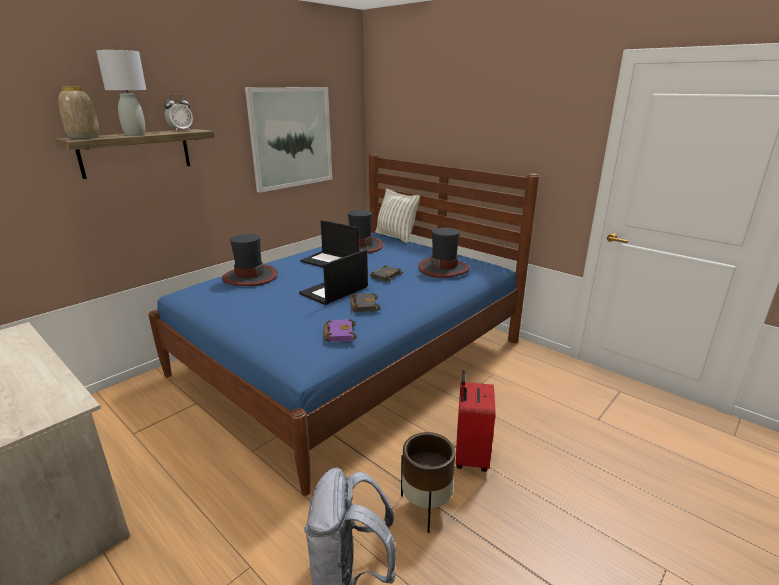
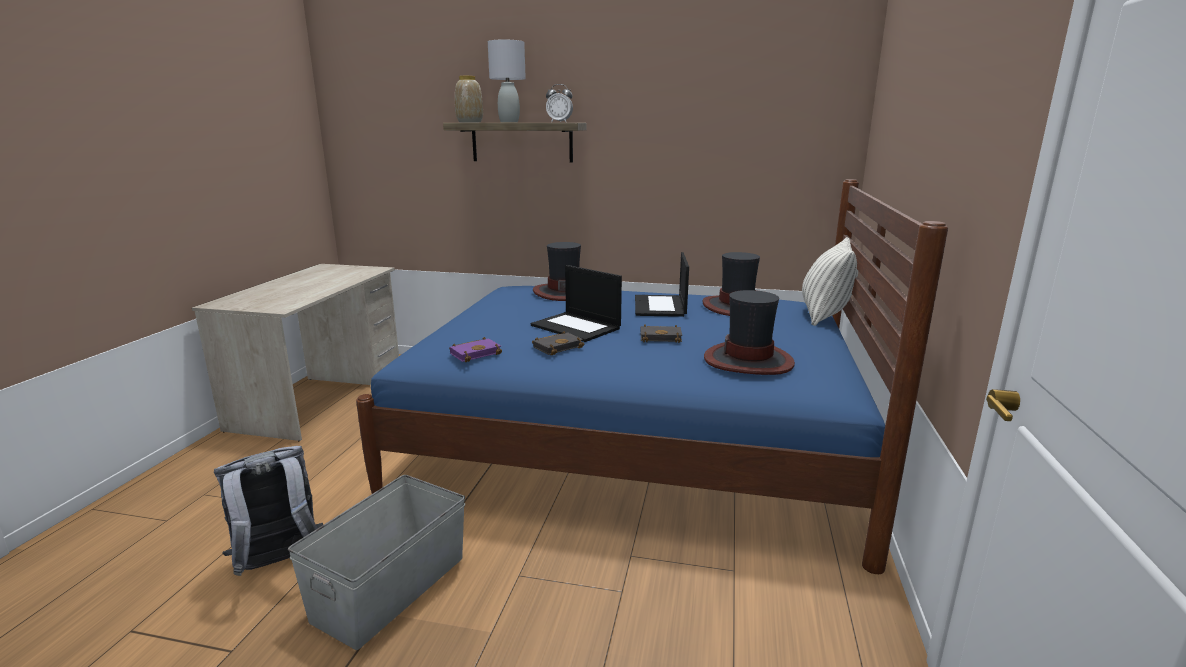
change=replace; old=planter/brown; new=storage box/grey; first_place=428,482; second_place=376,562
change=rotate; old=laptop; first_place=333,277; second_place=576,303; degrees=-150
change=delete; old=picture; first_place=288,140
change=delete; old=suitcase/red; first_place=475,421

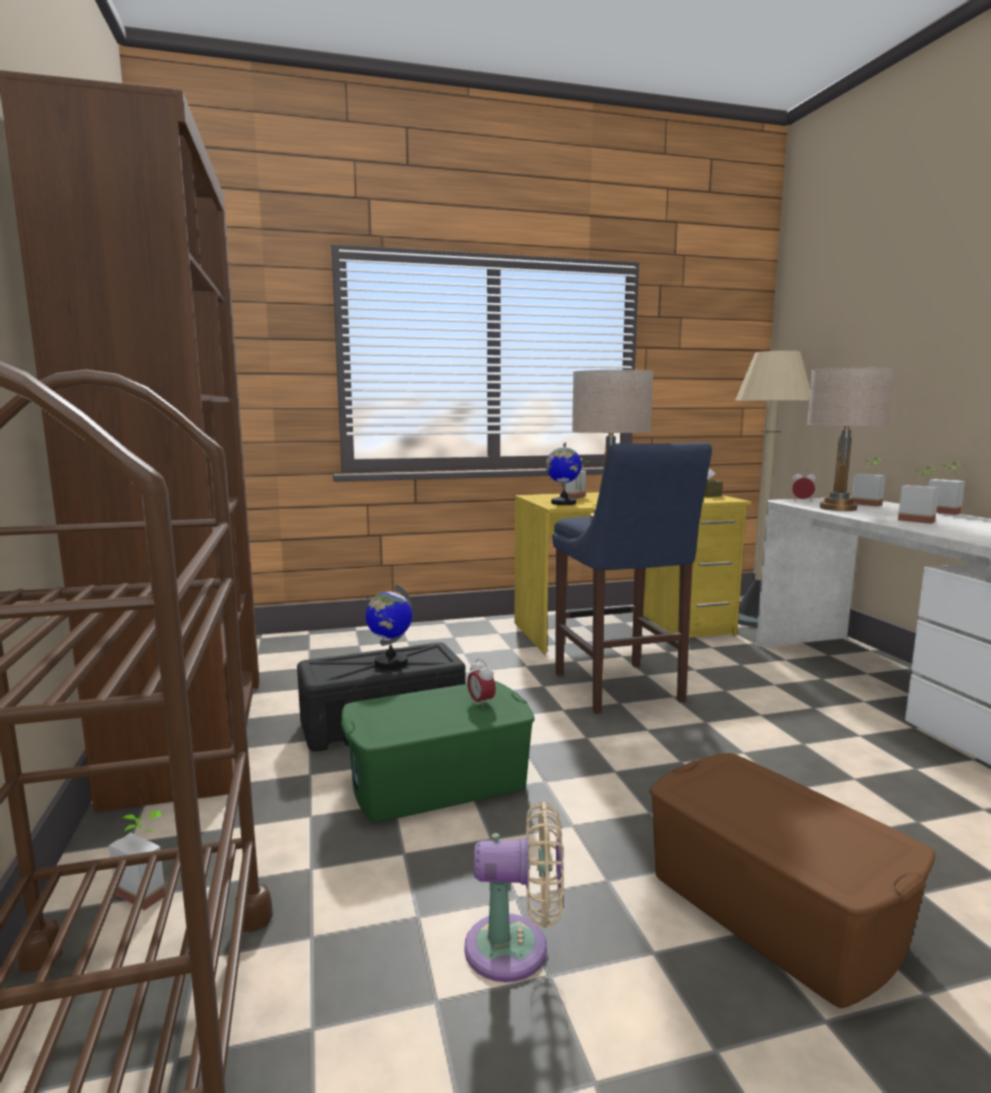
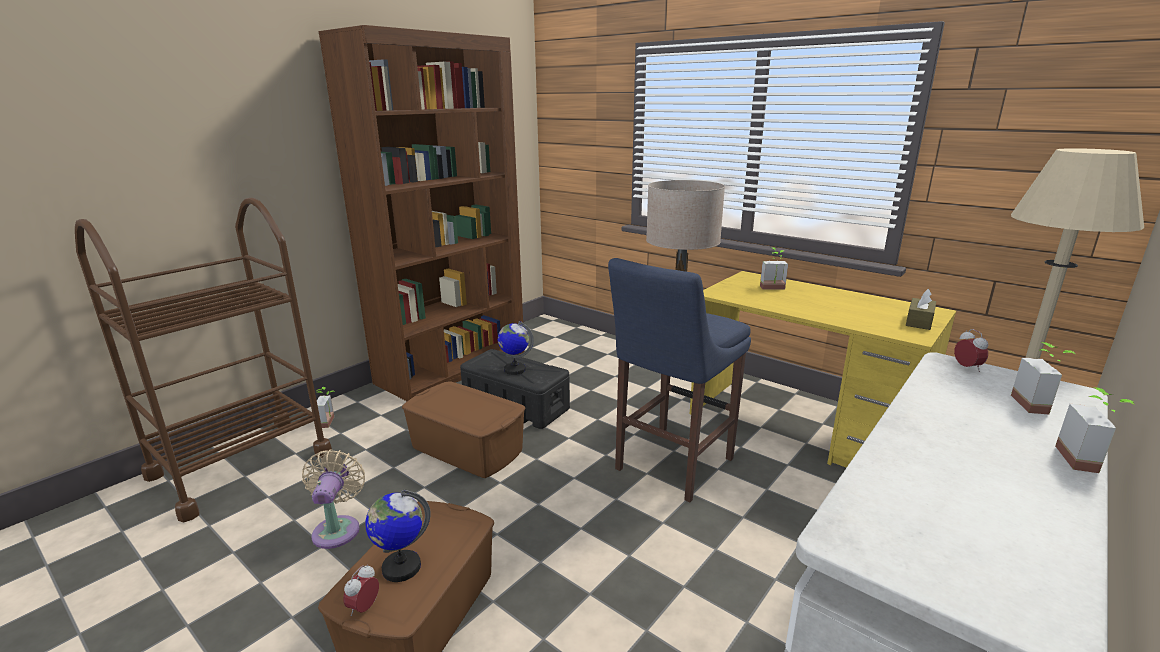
change=rotate; old=fan/beige; first_place=514,891; second_place=333,499; degrees=-150
change=move; old=alarm clock; first_place=481,683; second_place=361,590
change=move; old=globe; first_place=564,473; second_place=398,535
change=recolor; old=storage box/green; new=storage box/brown; first_place=437,752; second_place=463,429
change=delete; old=table lamp/beige; first_place=850,439
change=delete; old=potted plant; first_place=918,495

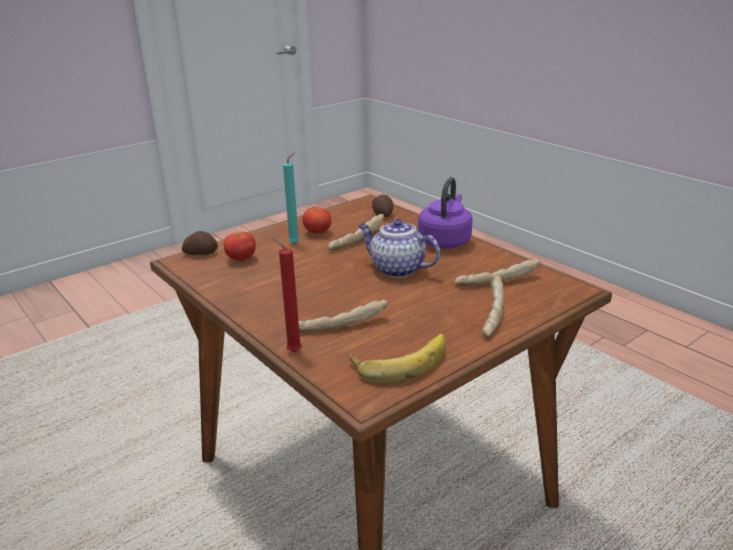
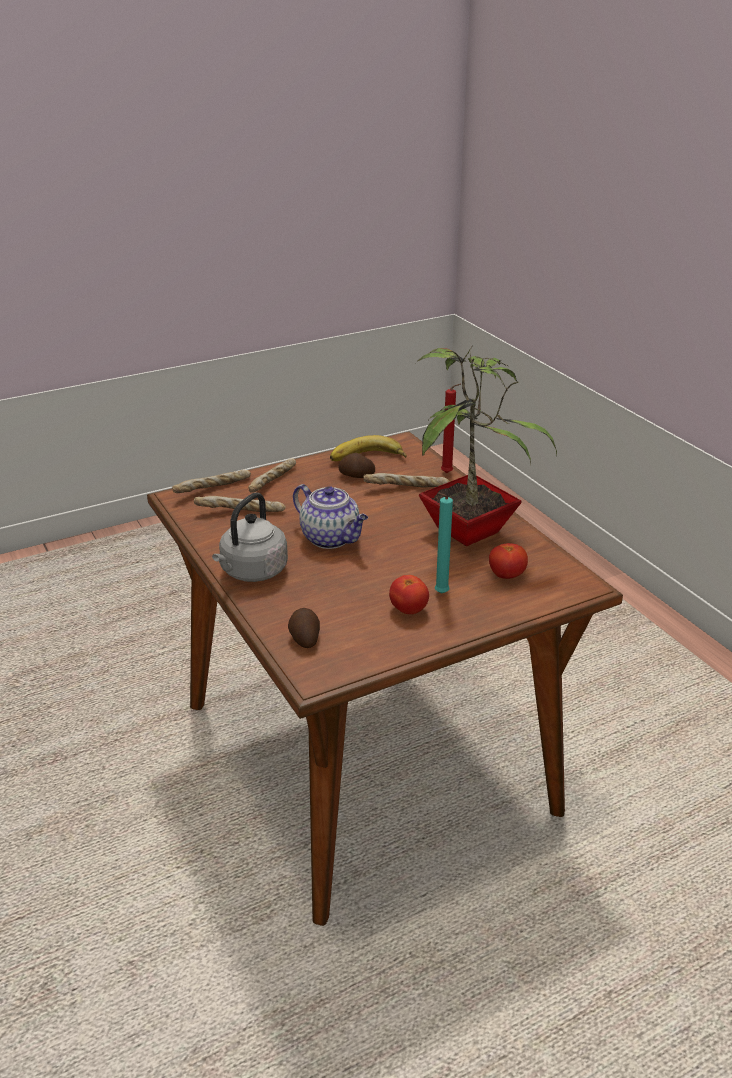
change=move; old=bread; first_place=356,232; second_place=211,481
change=recolor; old=kettle/purple; new=kettle/grey; first_place=445,212; second_place=250,537
change=move; old=potato; first_place=200,243; second_place=356,465
change=insert; new=potted plant; second_place=487,446

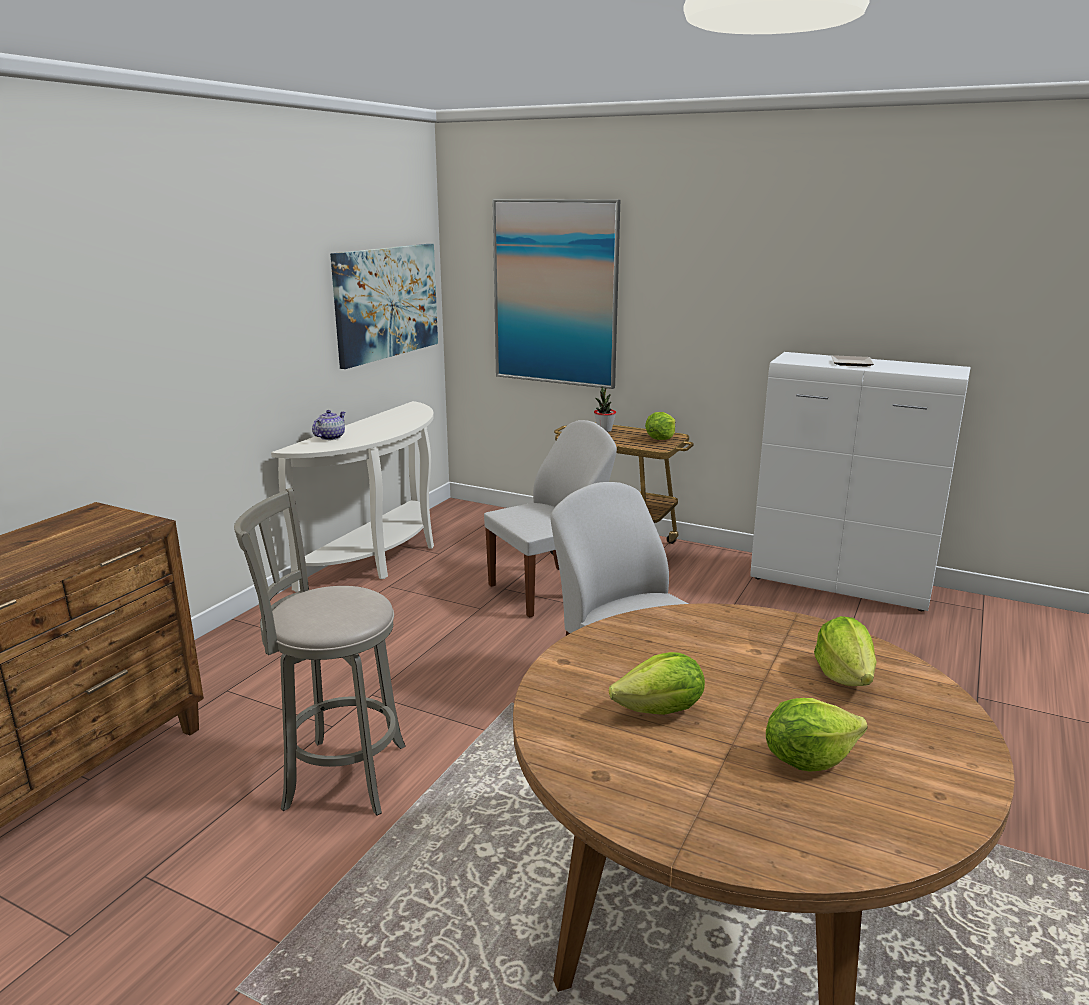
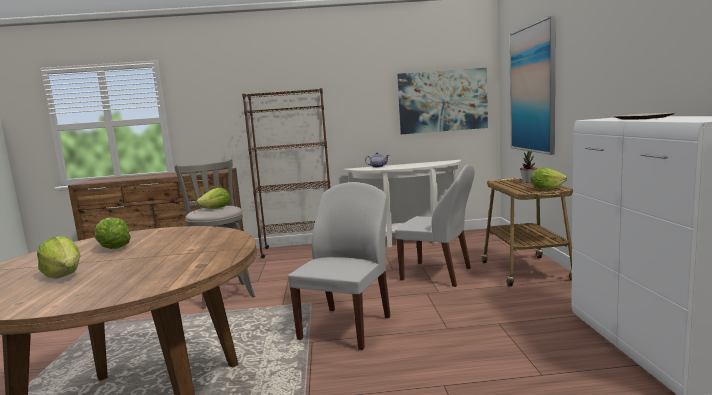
change=move; old=lettuce; first_place=845,651; second_place=213,198
change=insert; new=bookcase/brown; second_place=286,173

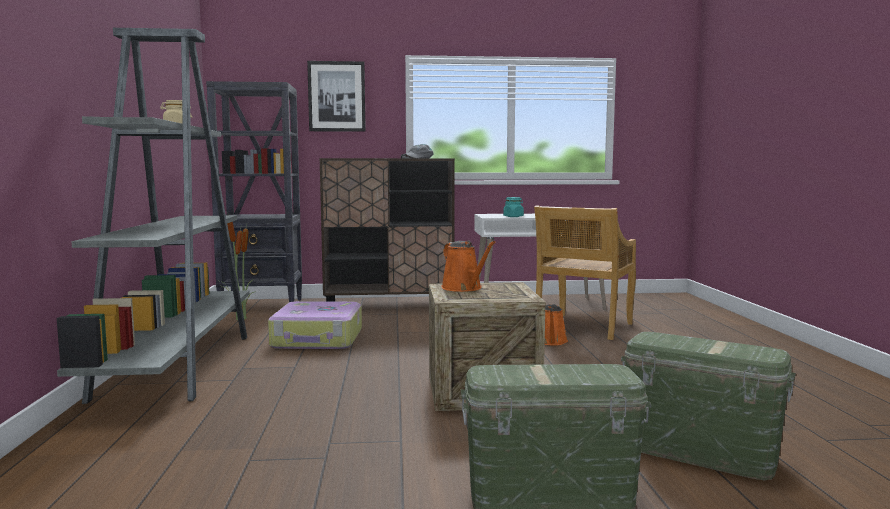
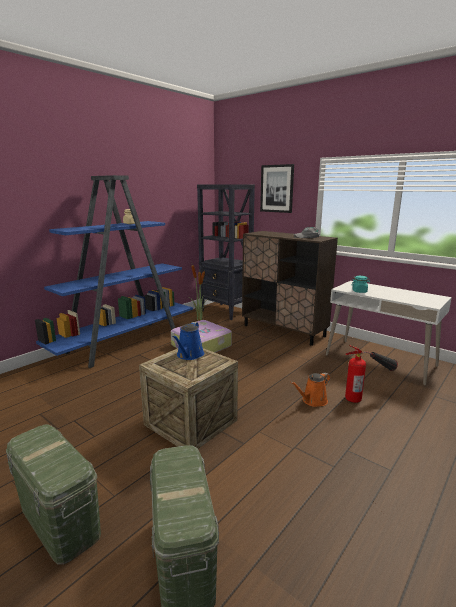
change=recolor; old=bookcase/grey; new=bookcase/blue; first_place=153,216; second_place=114,271
change=recolor; old=watering can/orange; new=watering can/blue; first_place=468,266; second_place=188,341
change=replace; old=chair/beige; new=fire extinguisher; first_place=585,273; second_place=371,374

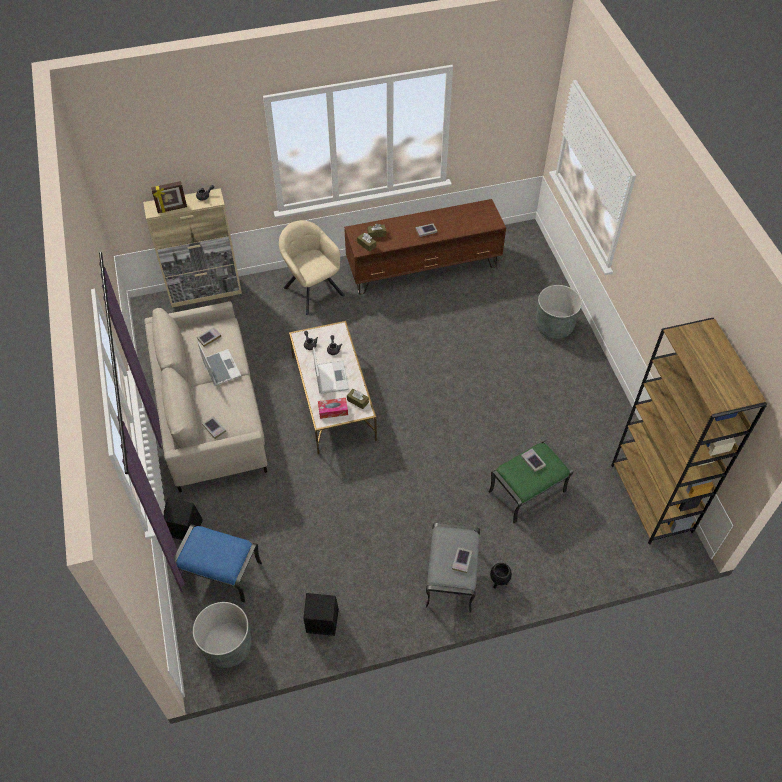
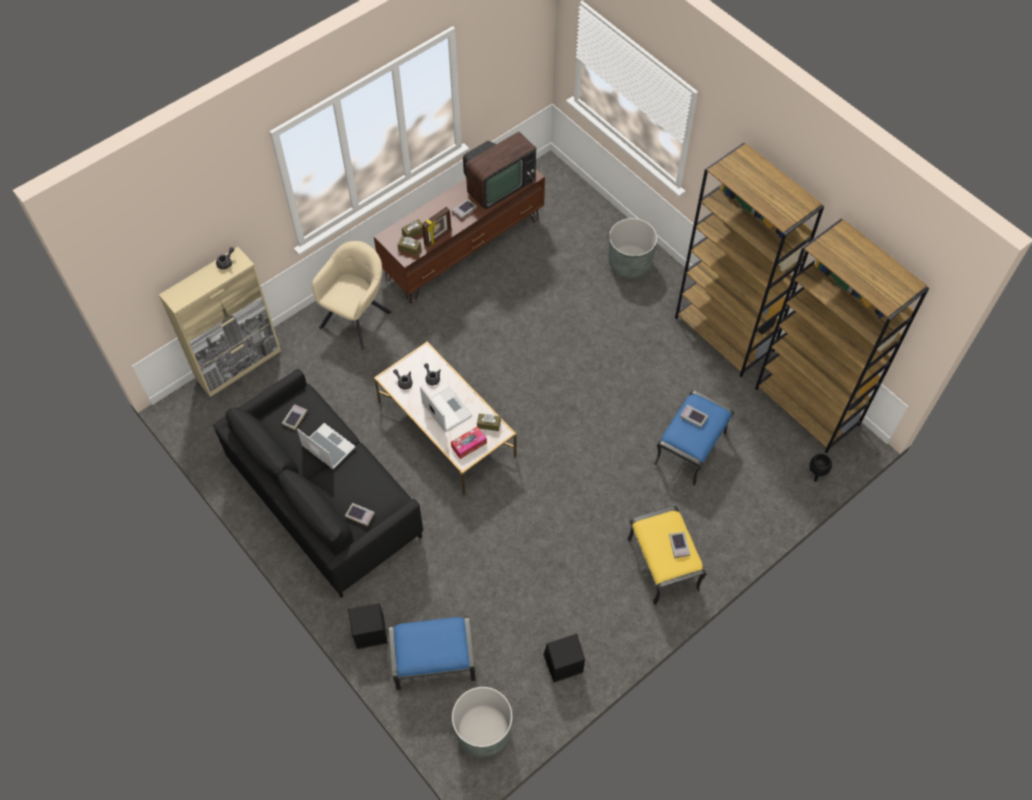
change=recolor; old=sofa/beige; new=sofa/black; first_place=205,396; second_place=318,483
change=rotate; old=armchair/beige; first_place=312,267; second_place=352,295; degrees=90
change=move; old=picture frame; first_place=169,197; second_place=436,227
change=insert; new=television; second_place=499,170
change=recolor; old=ottoman/grey; new=ottoman/yellow; first_place=453,568; second_place=666,555
change=recolor; old=ottoman/green; new=ottoman/blue; first_place=530,481; second_place=694,438
change=insert; new=bookcase/brown; second_place=749,260
change=move; old=planter/black; first_place=501,576; second_place=820,468

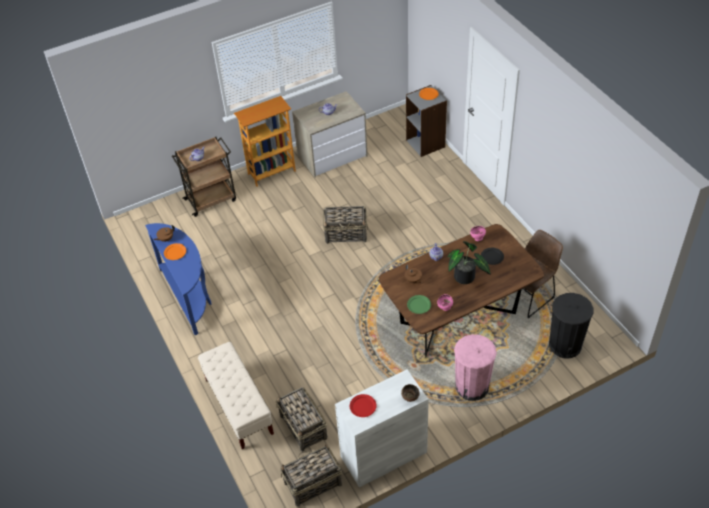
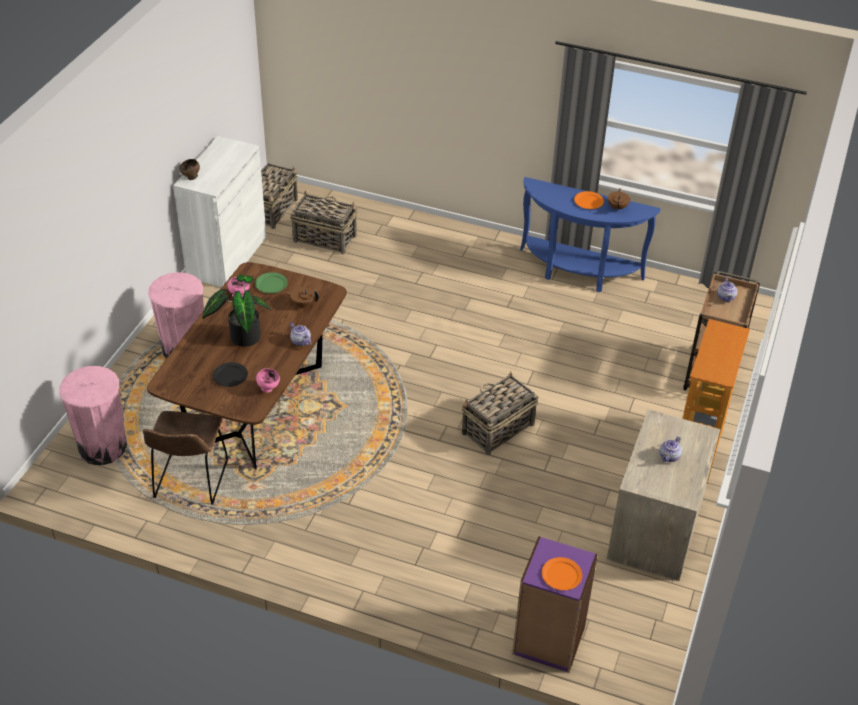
change=recolor; old=trash can/black; new=trash can/pink; first_place=571,326; second_place=93,415
change=recolor; old=bookcase/grey; new=bookcase/purple; first_place=426,121; second_place=555,604
change=delete; old=bench/beige; first_place=236,395
change=delete; old=plate/red; first_place=363,405

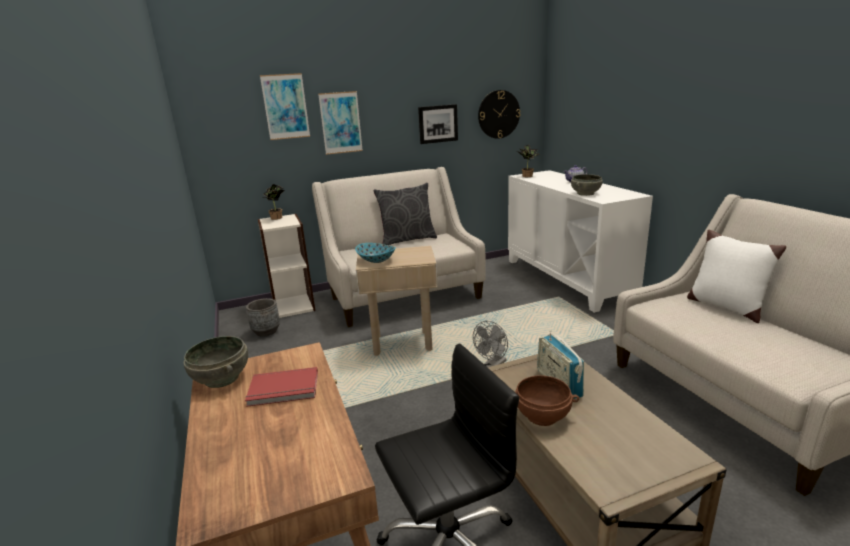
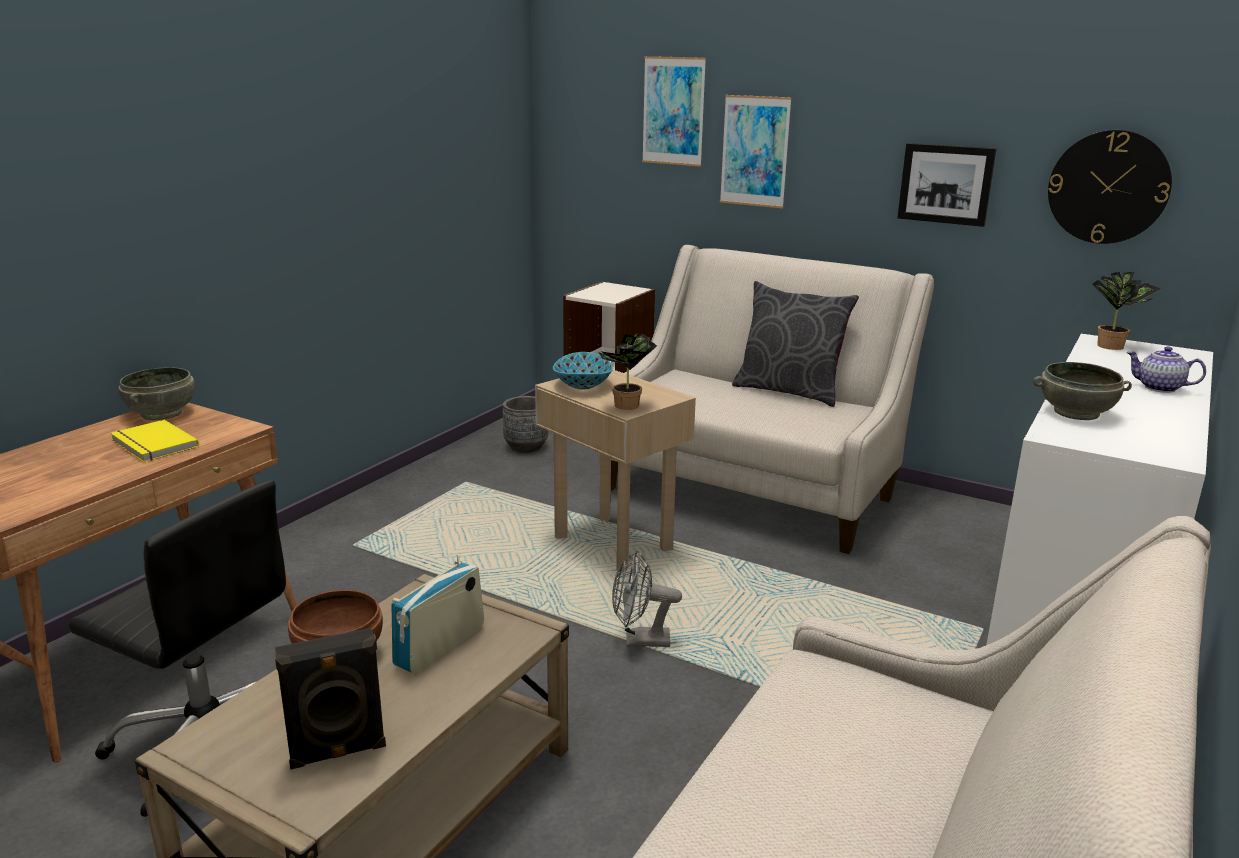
change=recolor; old=book/red; new=book/yellow; first_place=281,387; second_place=154,441
change=insert; new=speaker/black; second_place=330,699
change=move; old=potted plant; first_place=273,202; second_place=628,371
change=delete; old=pillow/white; first_place=736,276

